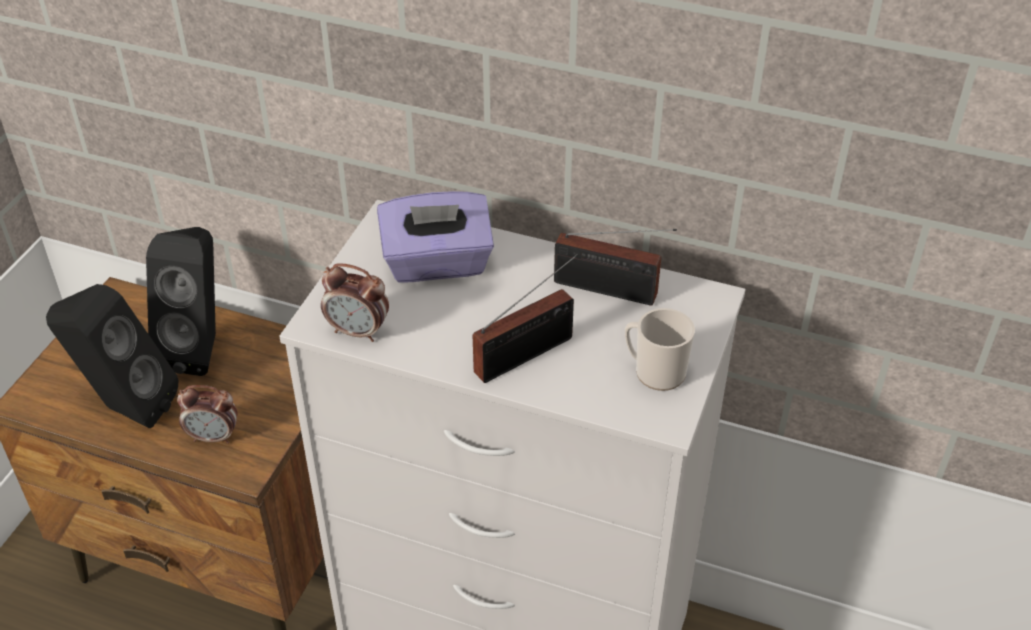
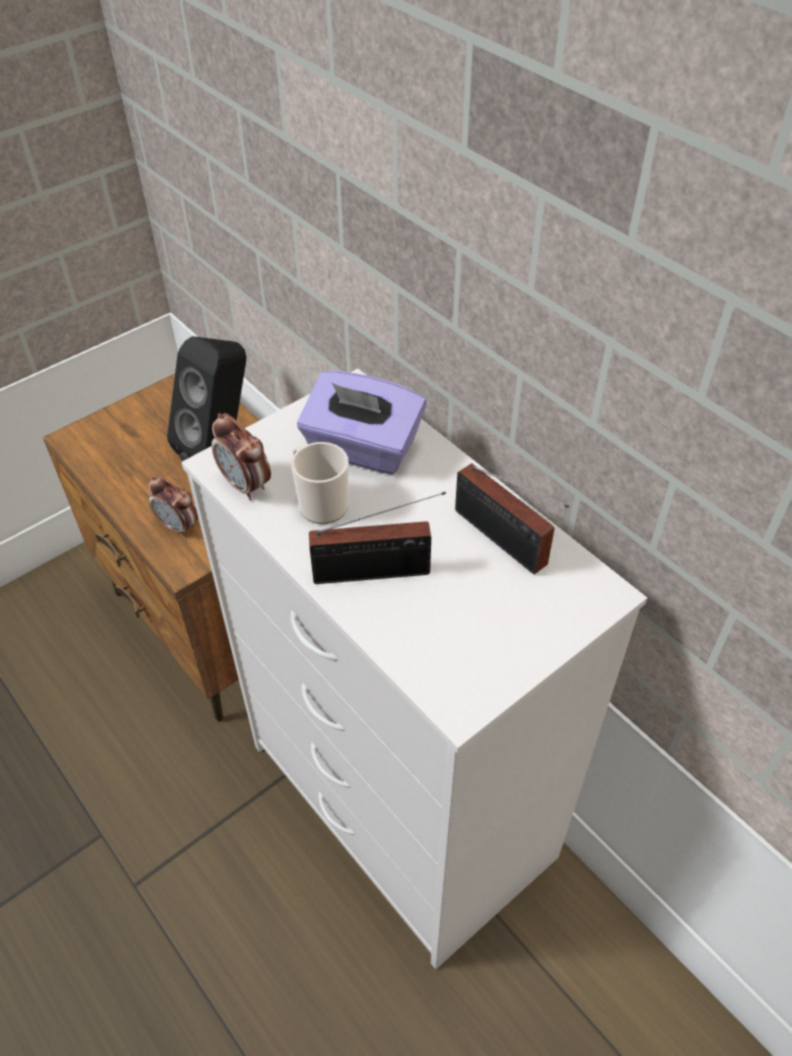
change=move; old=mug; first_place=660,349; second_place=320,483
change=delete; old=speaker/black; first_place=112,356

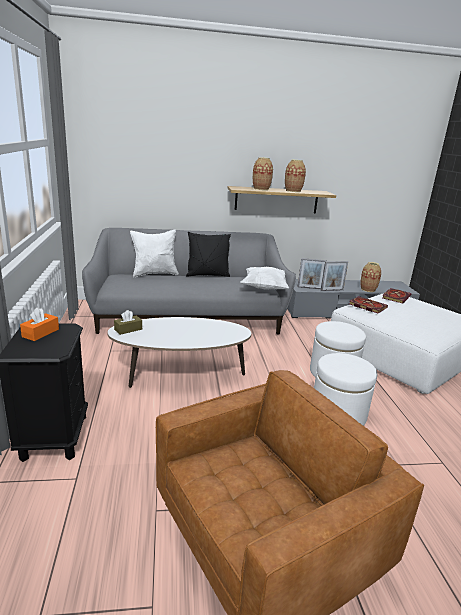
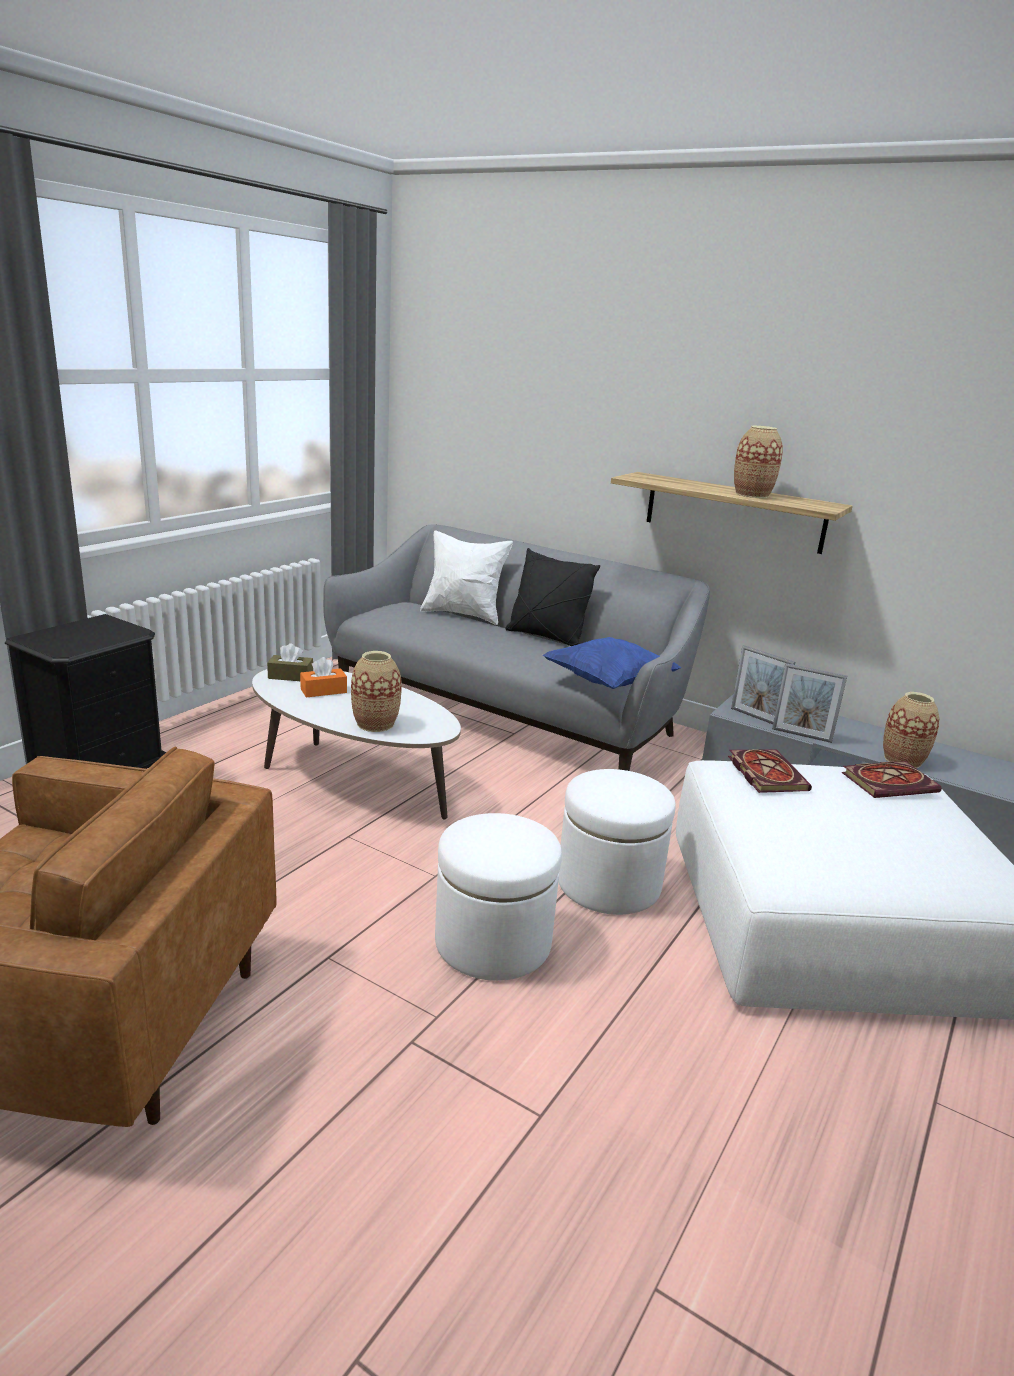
change=move; old=tissue box/orange; first_place=39,324; second_place=323,677
change=move; old=vase; first_place=263,173; second_place=376,691
change=recolor; old=pillow/white; new=pillow/blue; first_place=264,278; second_place=612,663

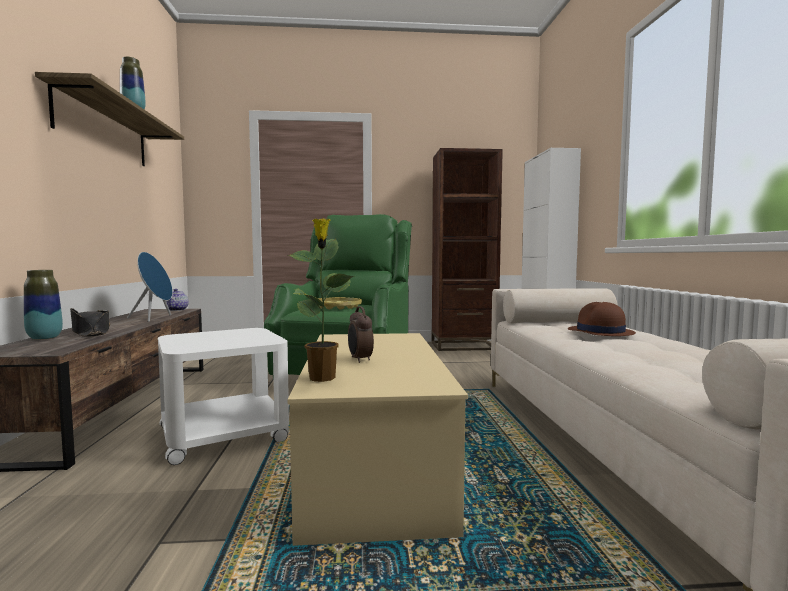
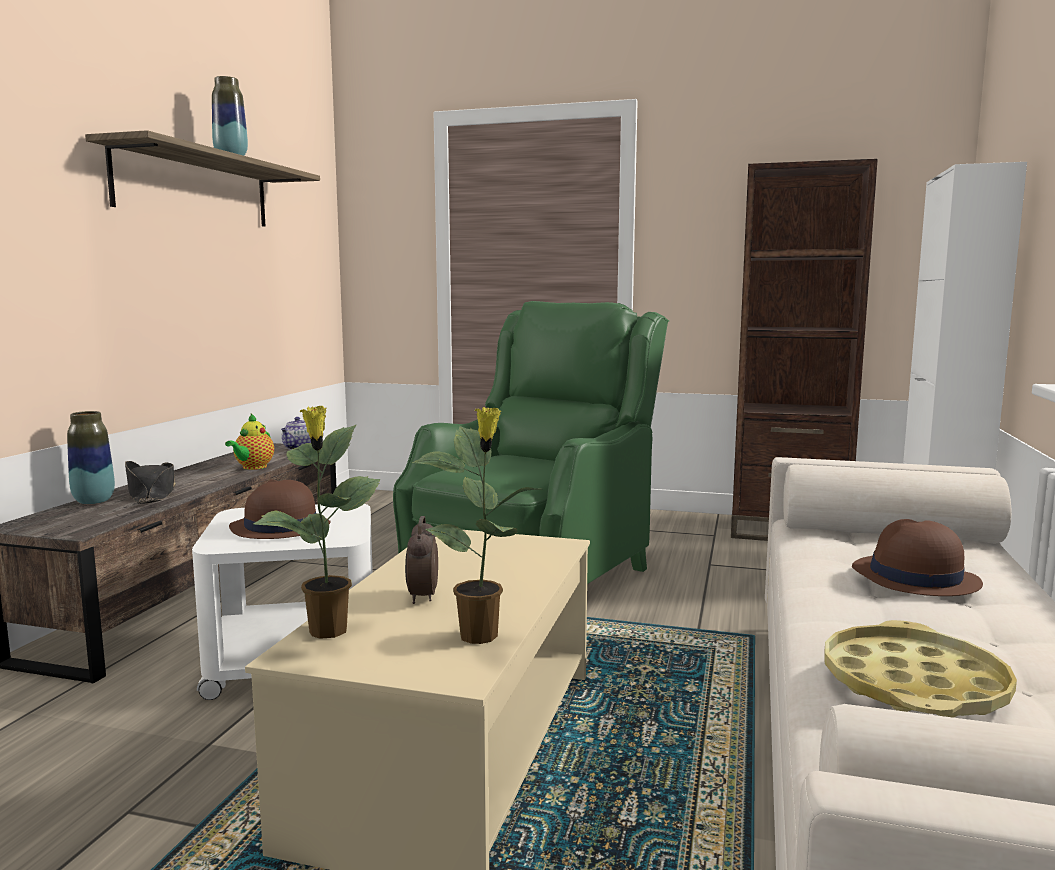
change=replace; old=speaker/blue; new=teapot; first_place=150,287; second_place=249,442
change=insert; new=hat/brown; second_place=280,509
change=insert; new=potted plant; second_place=476,525
change=move; old=tray/yellow; first_place=340,303; second_place=920,669

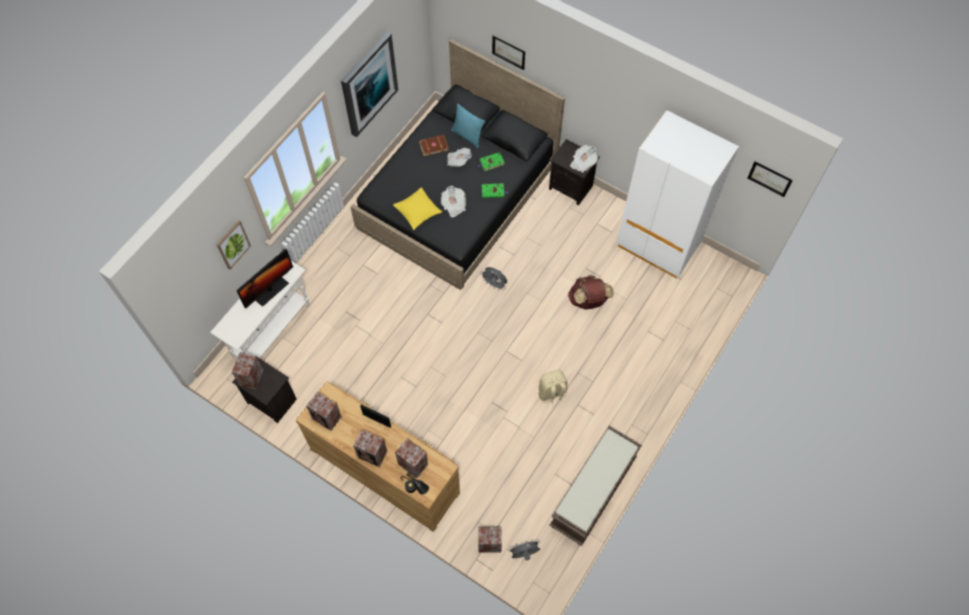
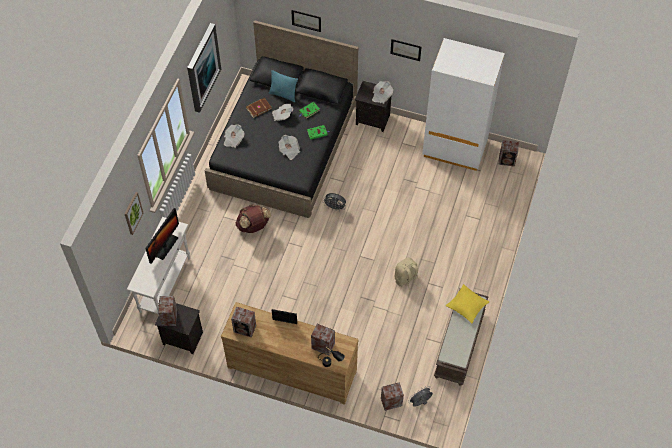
change=insert; new=newspaper; second_place=234,136
change=move; old=backpack/brown; first_place=591,292; second_place=253,218
change=move; old=picture; first_place=770,179; second_place=405,50
change=move; old=pillow/yellow; first_place=417,208; second_place=468,303
change=move; old=speaker; first_place=370,448; second_place=508,153

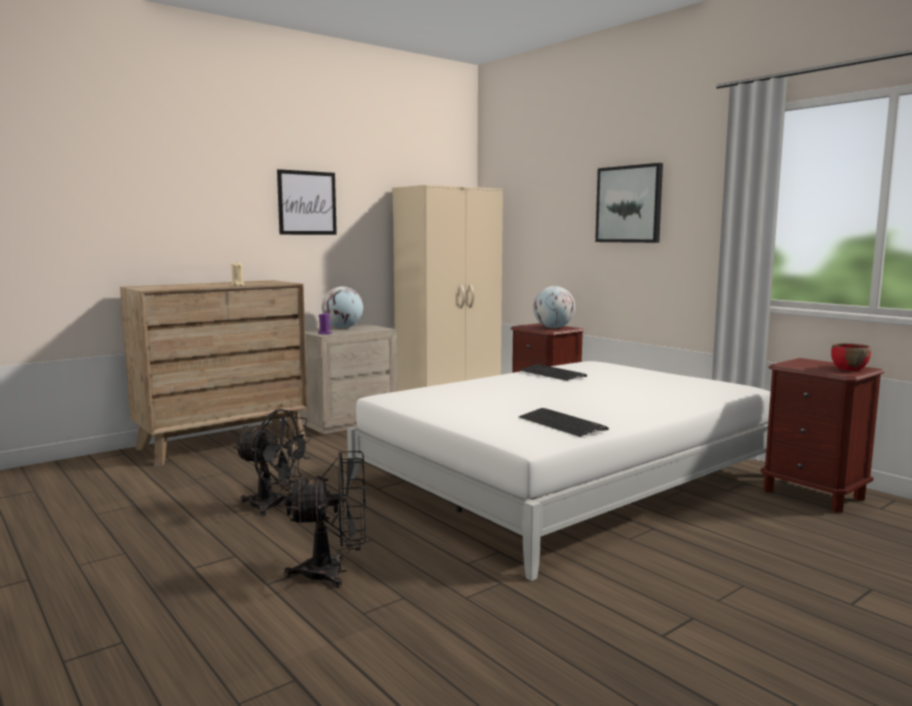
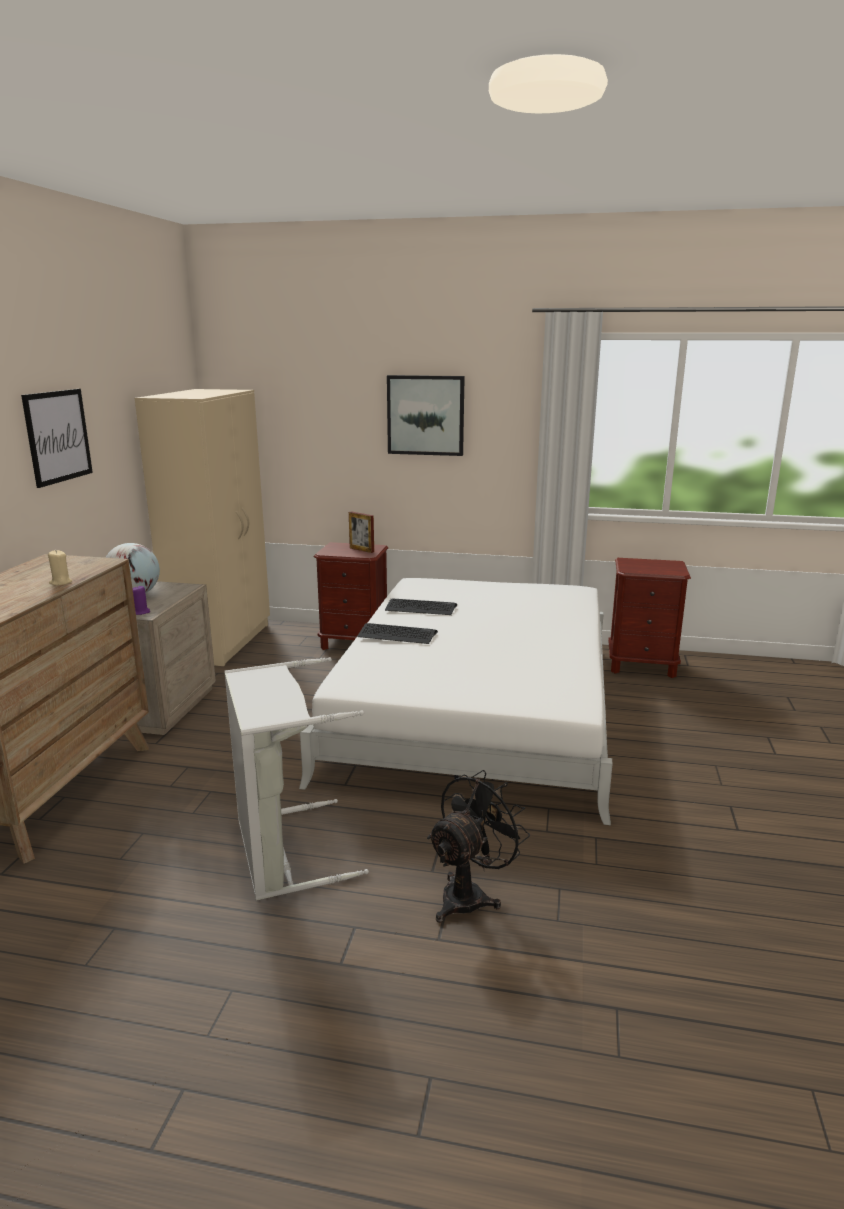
change=replace; old=fan/black; new=laundry basket/grey; first_place=272,462; second_place=296,779
change=replace; old=globe; new=picture frame; first_place=554,307; second_place=361,532
change=move; old=keyboard; first_place=564,422; second_place=397,633
change=delete; old=bowl/red; first_place=851,357

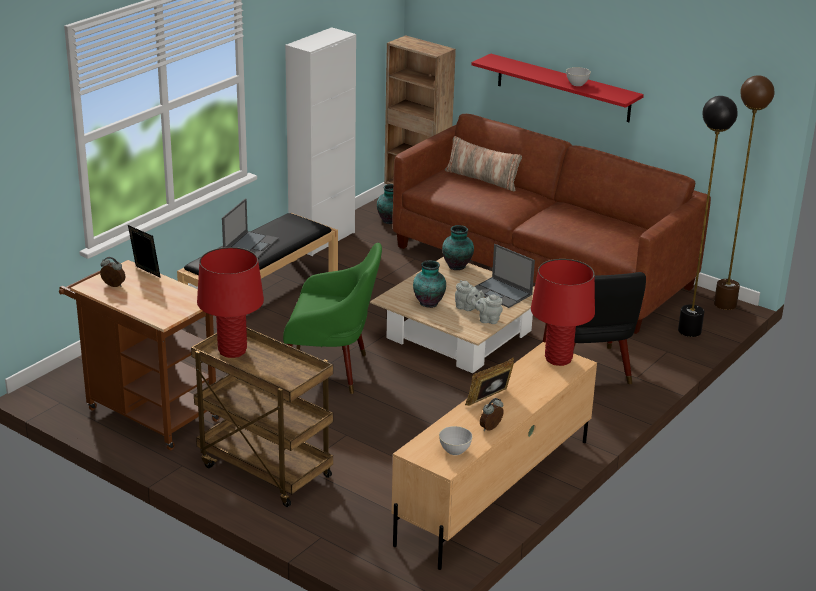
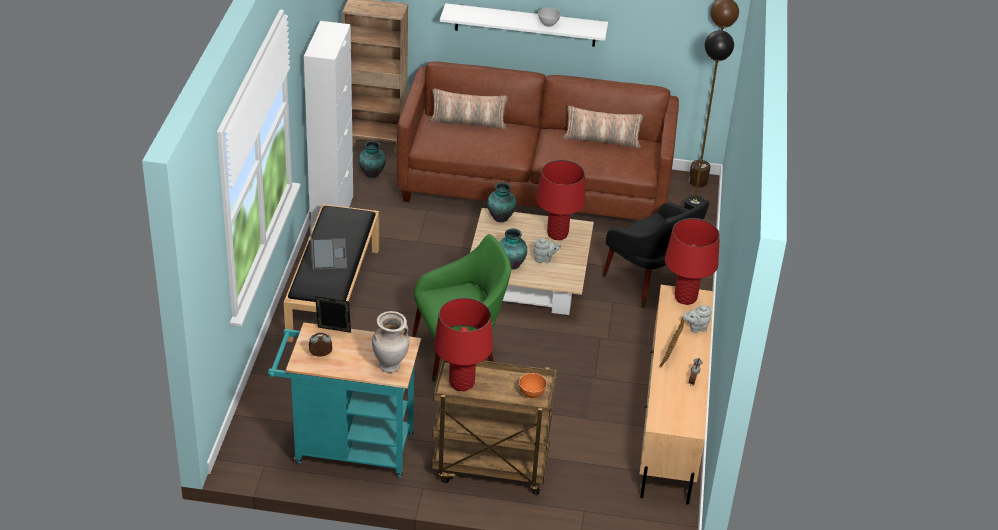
change=recolor; old=cart/brown; new=cart/turquoise; first_place=139,355; second_place=344,400
change=insert; new=vase/beige; second_place=390,342
change=recolor; old=shelf/red; new=shelf/white; first_place=557,88; second_place=524,25
change=insert; new=bowl/orange; second_place=533,385
change=replace; old=laptop; new=table lamp/red; first_place=504,276; second_place=560,200
change=insert; new=pillow; second_place=603,127
change=move; old=teapot/grey; first_place=487,309; second_place=697,319
change=delete; old=bowl/grey; first_place=456,440

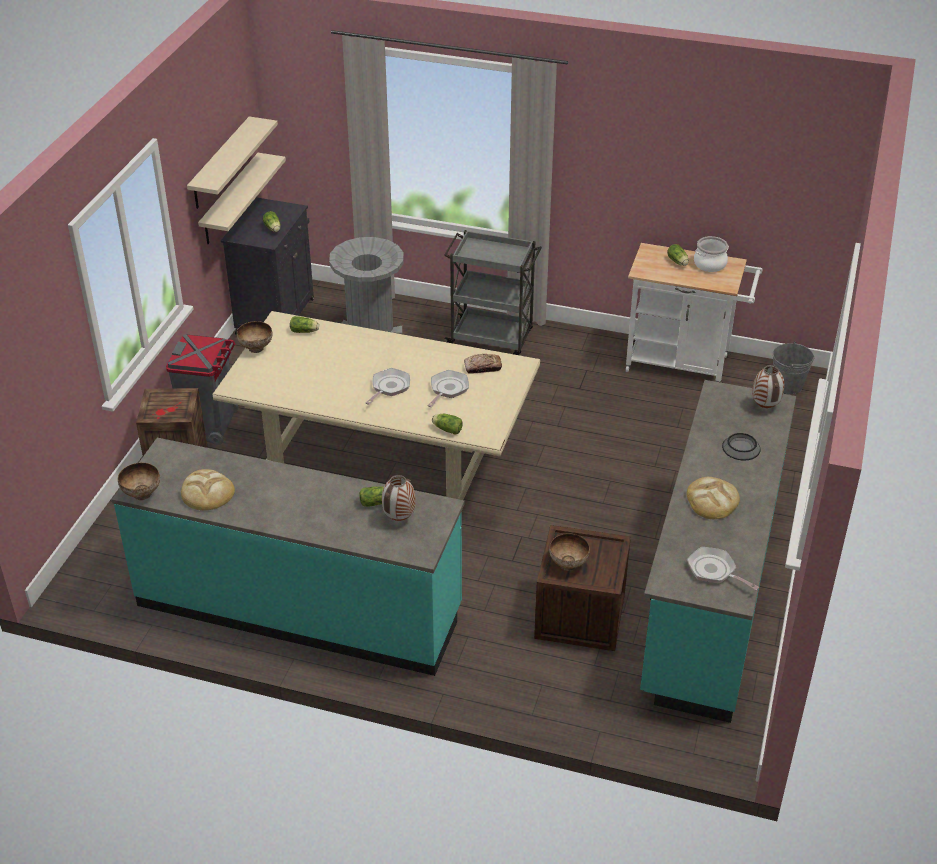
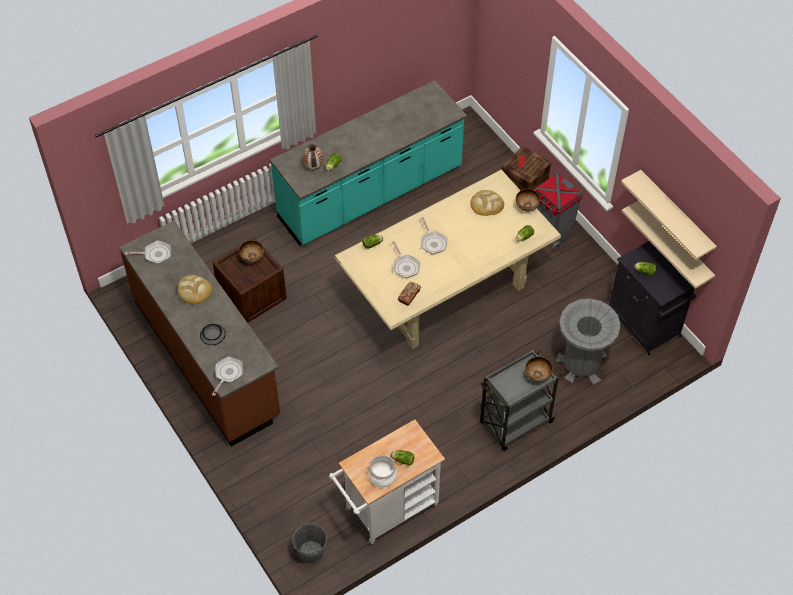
change=recolor; old=counter/turquoise; new=counter/brown; first_place=718,551; second_place=199,334
change=replace; old=vase; new=frying pan; first_place=768,386; second_place=227,376
change=move; old=bread; first_place=208,489; second_place=487,203
change=move; old=bowl; first_place=139,481; second_place=538,369

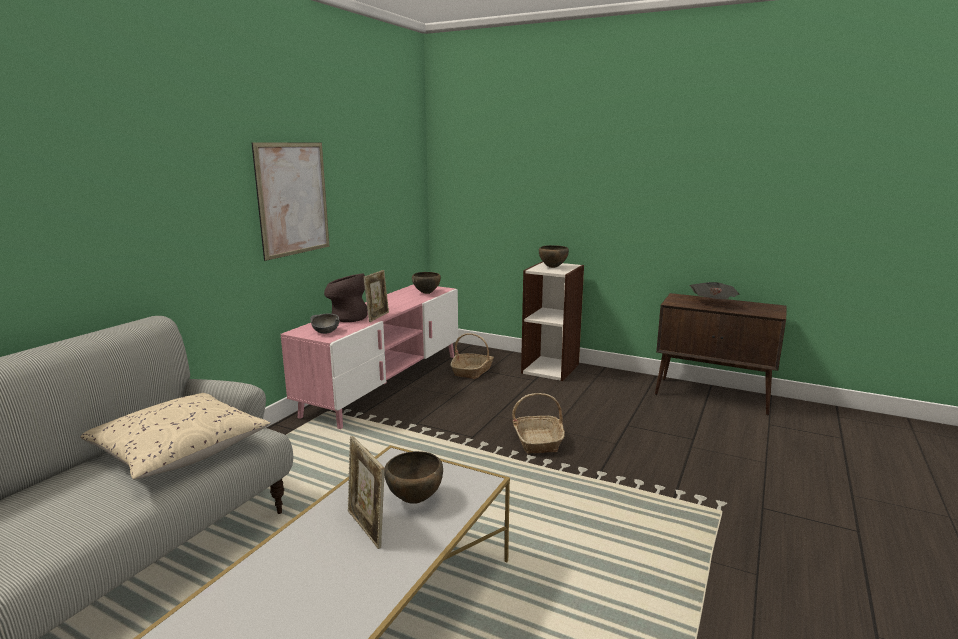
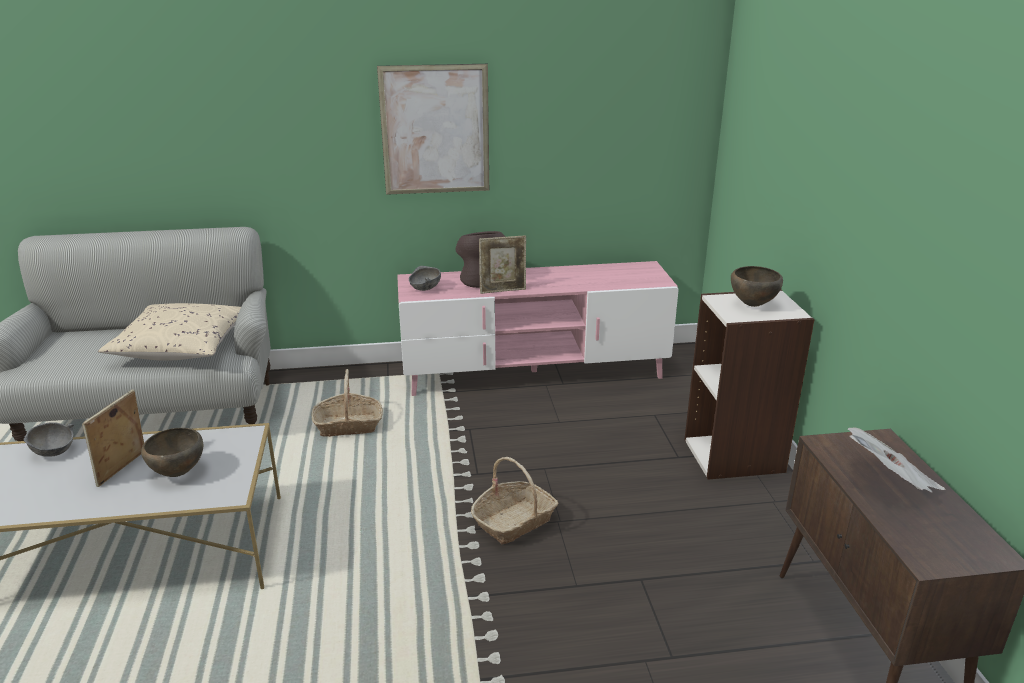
change=insert; new=bowl/grey; second_place=49,439
change=move; old=basket; first_place=472,356; second_place=347,403
change=delete; old=bowl/brown; first_place=426,283

